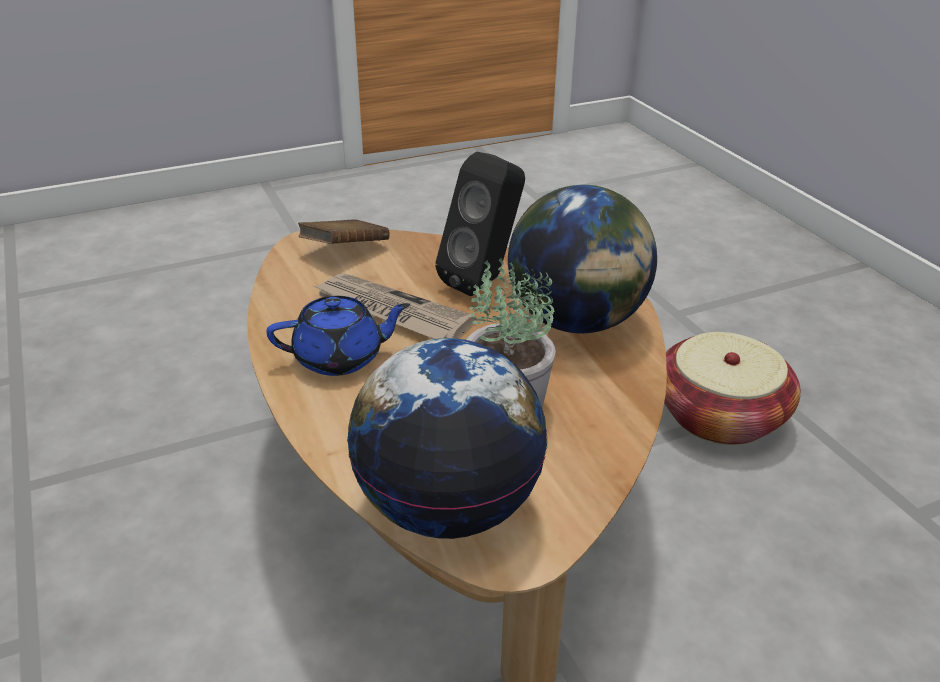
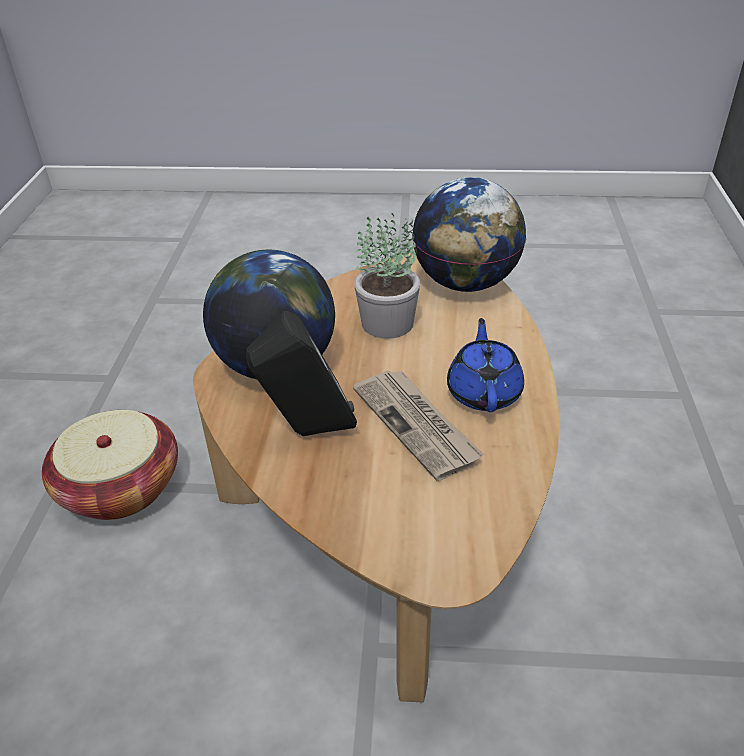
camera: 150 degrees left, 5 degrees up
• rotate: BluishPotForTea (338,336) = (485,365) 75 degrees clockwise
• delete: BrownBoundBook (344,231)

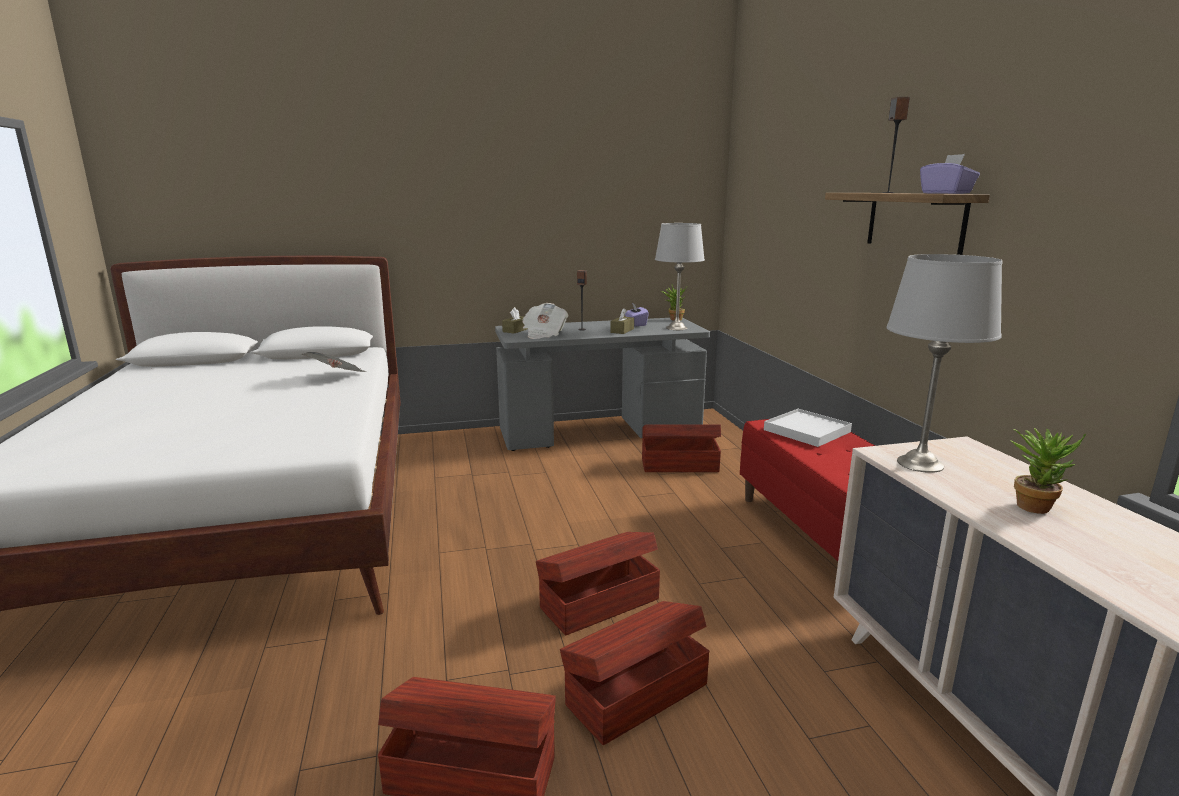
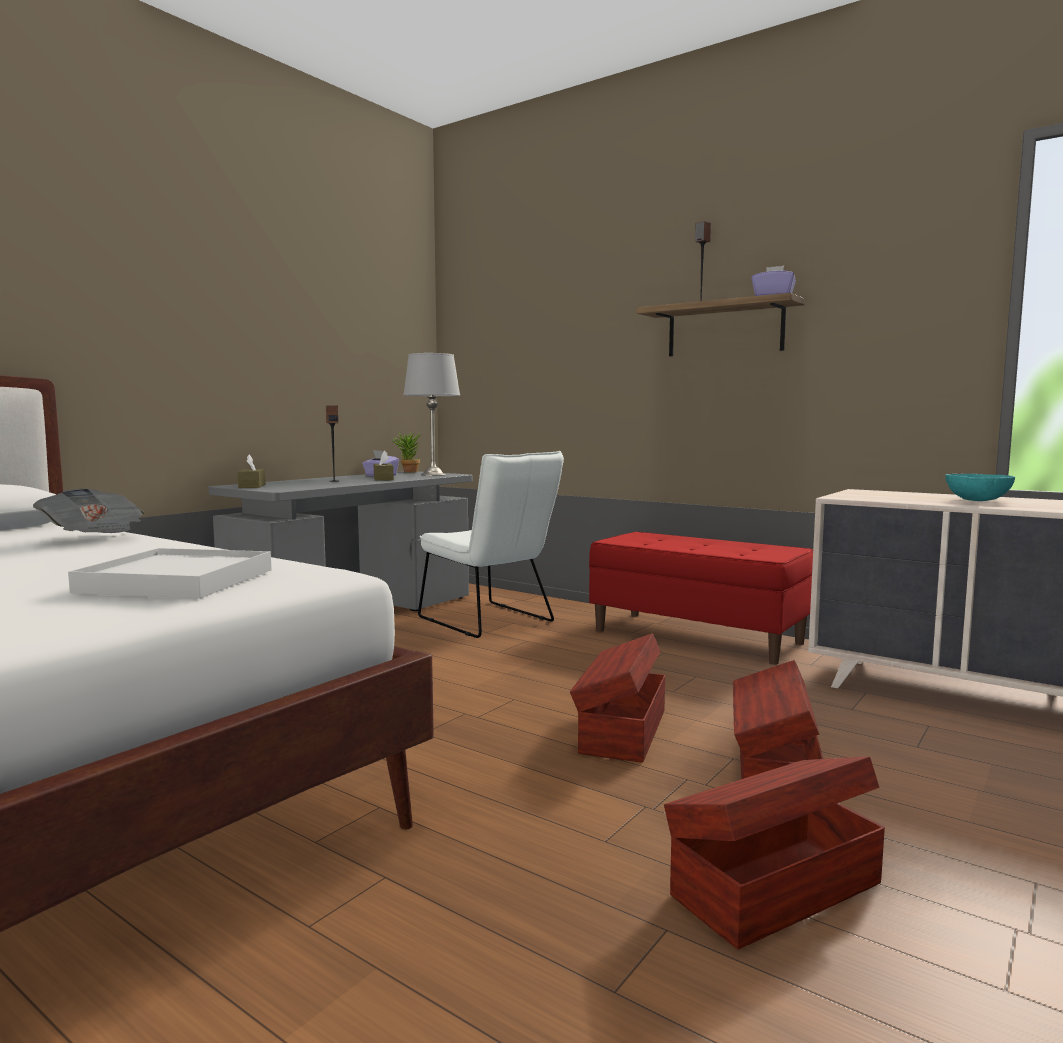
camera: 40 degrees left, 10 degrees down
• delete: PrintedPaper (545,321)
• replace: BrownStorageBox (681,448) to WhiteColouredPlainChair (491,544)
• move: WhiteColouredTray (808,428) to (170,573)
• delete: GreyTabletopLamp (944,363)
• replace: PlantInAPot (1048,471) to BlueGreenServingBowl (980,487)

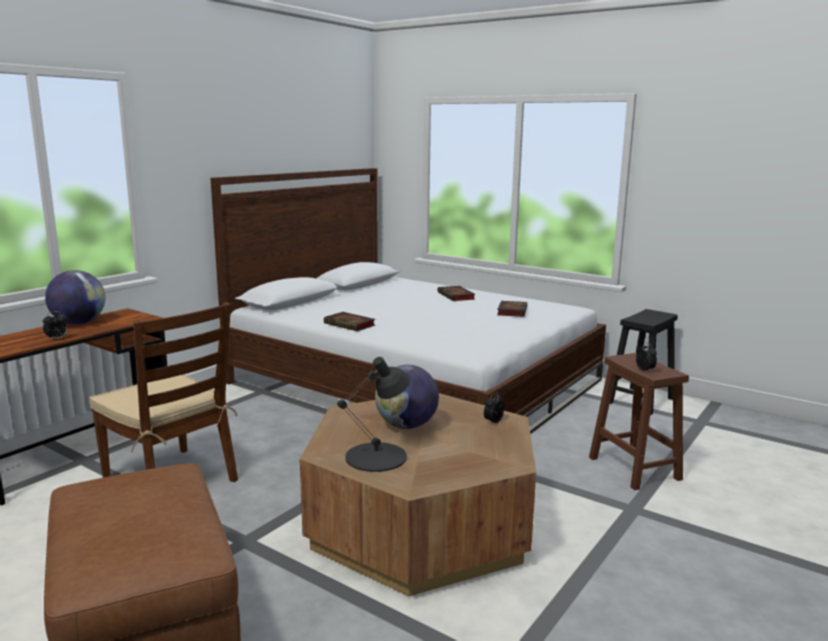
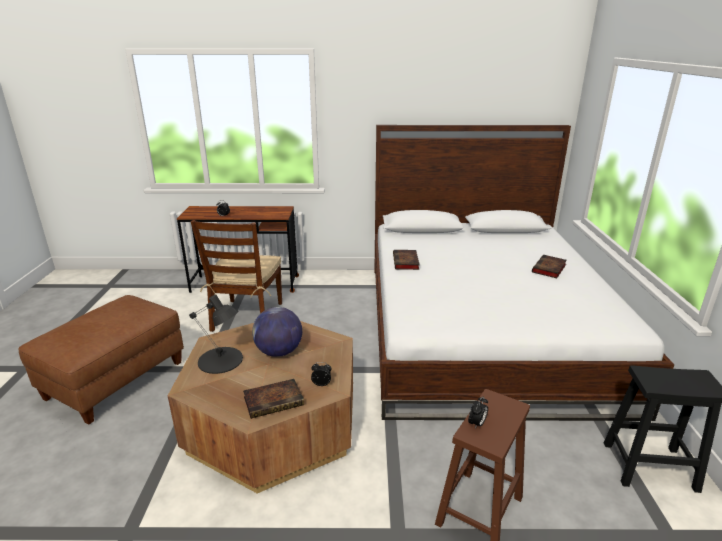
camera: 55 degrees right, 10 degrees up
• delete: WorldGlobe (75,297)
• move: BoundBook (512,309) to (273,399)

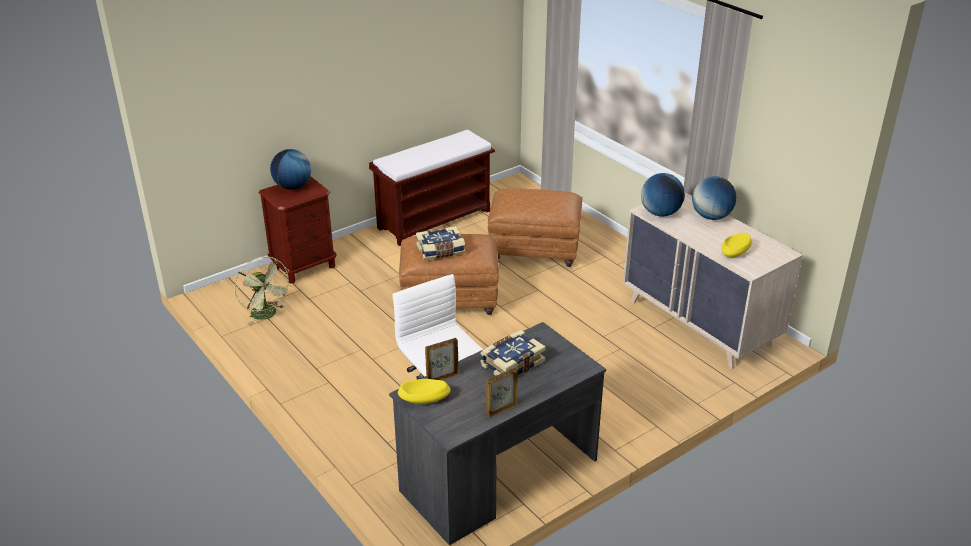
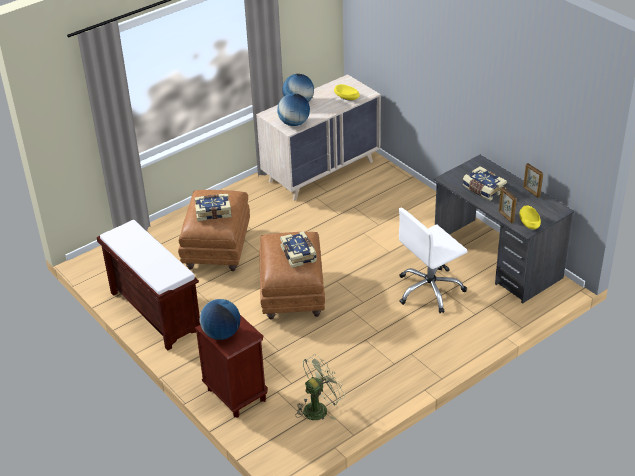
camera: 90 degrees left, 5 degrees up
• insert: BoundBook (213,207)

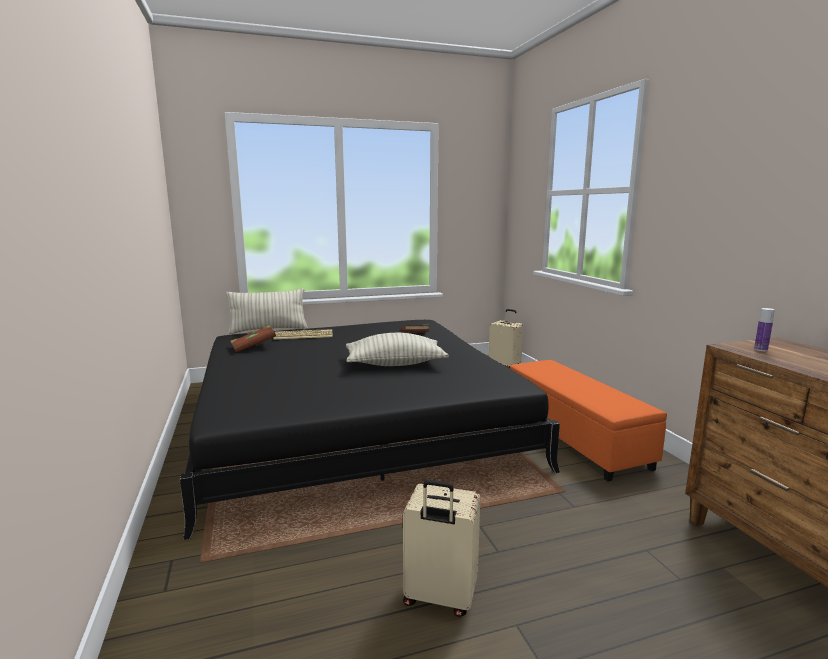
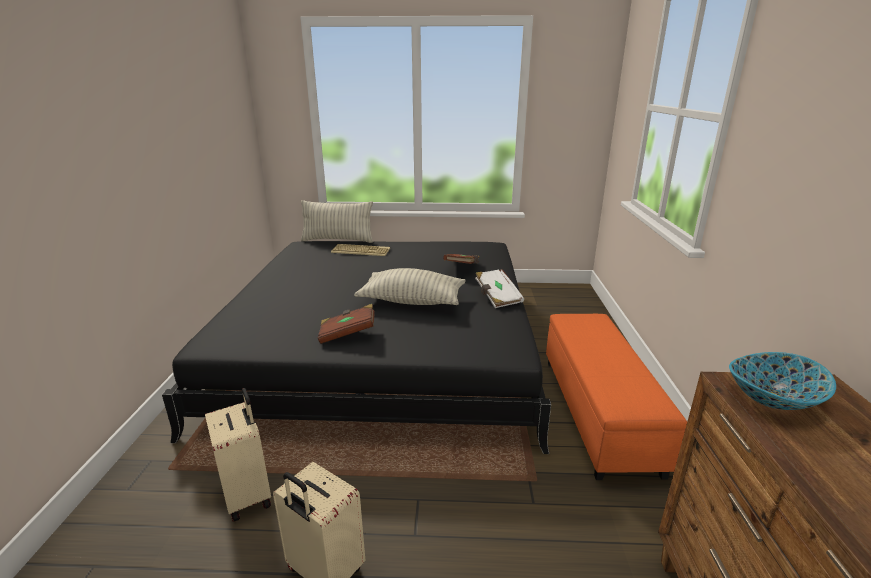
camera: 20 degrees right, 10 degrees up
• move: BrownBoundBook (253,339) to (346,324)
• move: BeigePieceOfLuggage (505,338) to (238,455)
• replace: BeverageBottle (764,329) to ServingBowl (782,381)
• insert: WhiteColouredBoundBook (499,288)

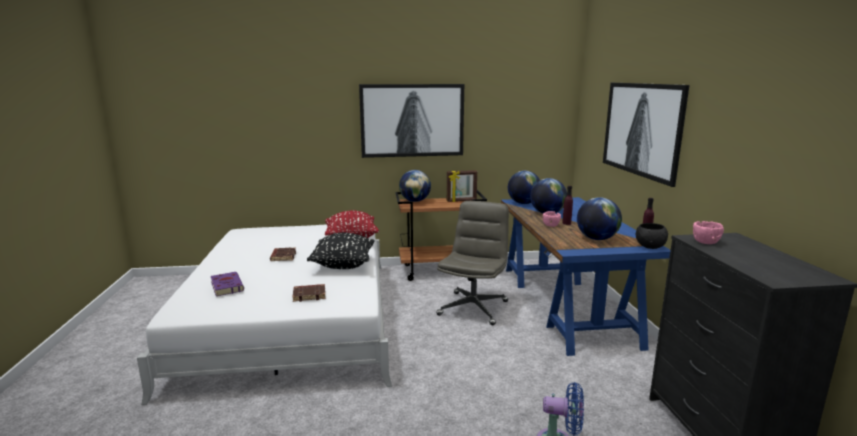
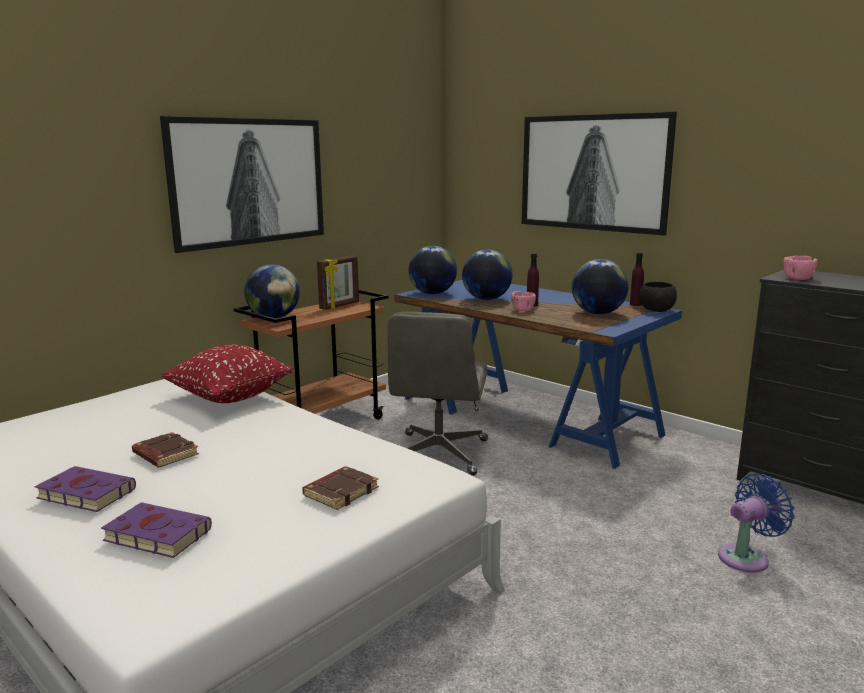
camera: 40 degrees left, 0 degrees up
• delete: BlackishThrowPillow (340,251)
• rotate: GreyOfficeChair (472,263) = (438,394) 150 degrees counterclockwise
• insert: PurpleBoundBook (85,489)

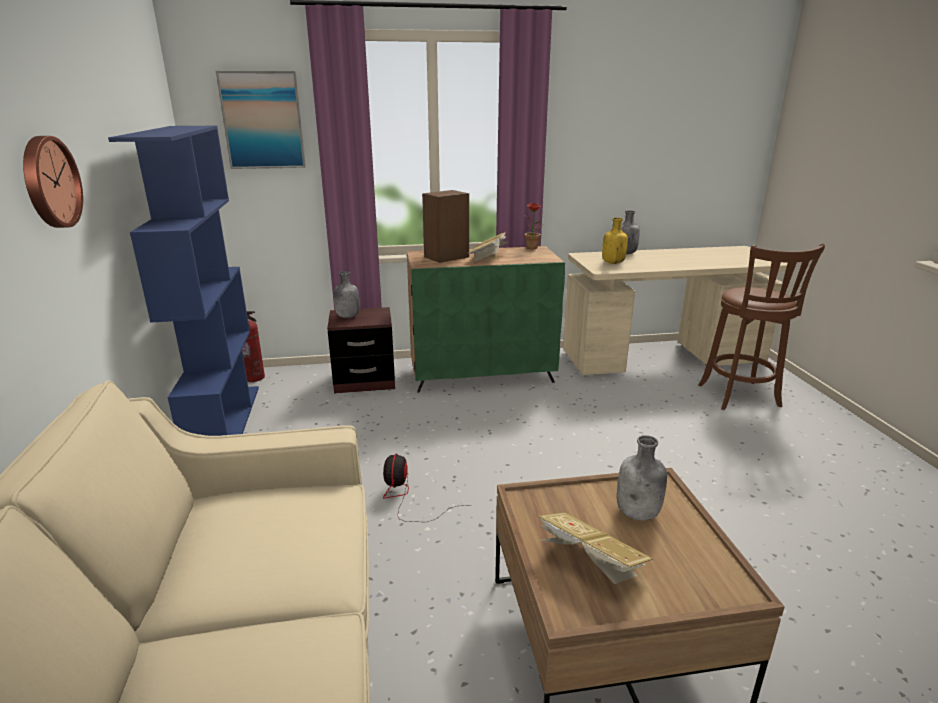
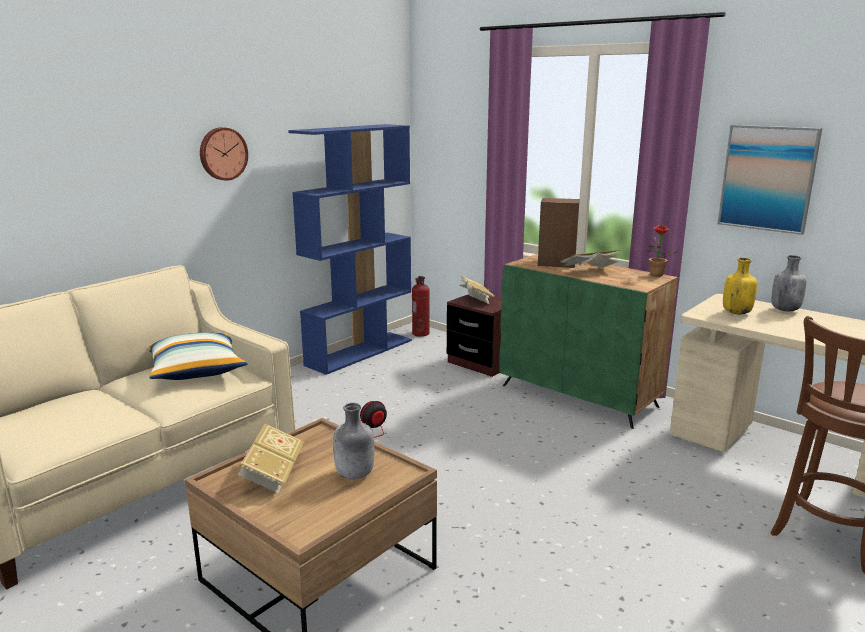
camera: 50 degrees right, 5 degrees down
• move: WallPicture (261,120) to (769,180)
• replace: GreyBeverageBottle (346,294) to BoundBook (477,290)
• insert: ThrowPillow (198,356)

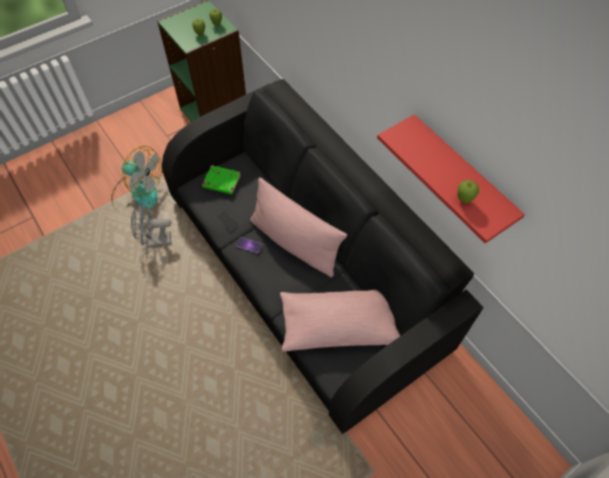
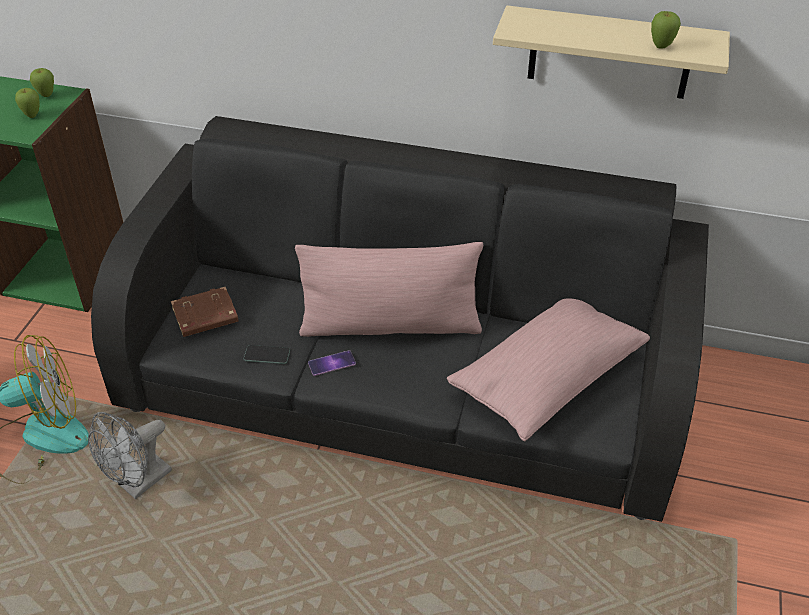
camera: 40 degrees left, 15 degrees down
• recolor: GreenColouredBoundBook (221,180) to BrownBoundBook (205,312)
• recolor: RedColouredShelf (451,178) to BeigeShelf (611,52)

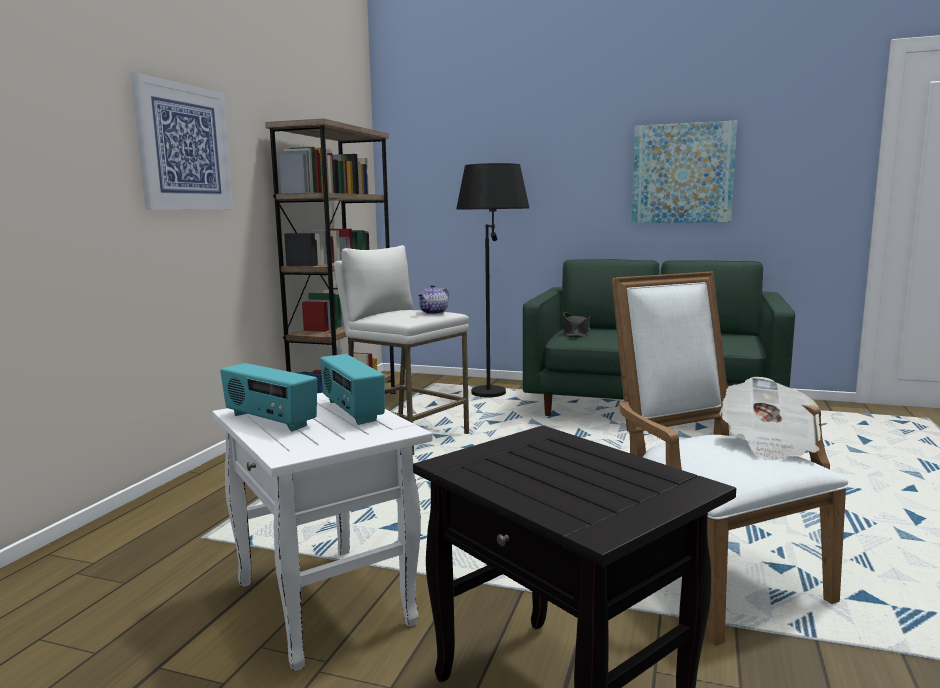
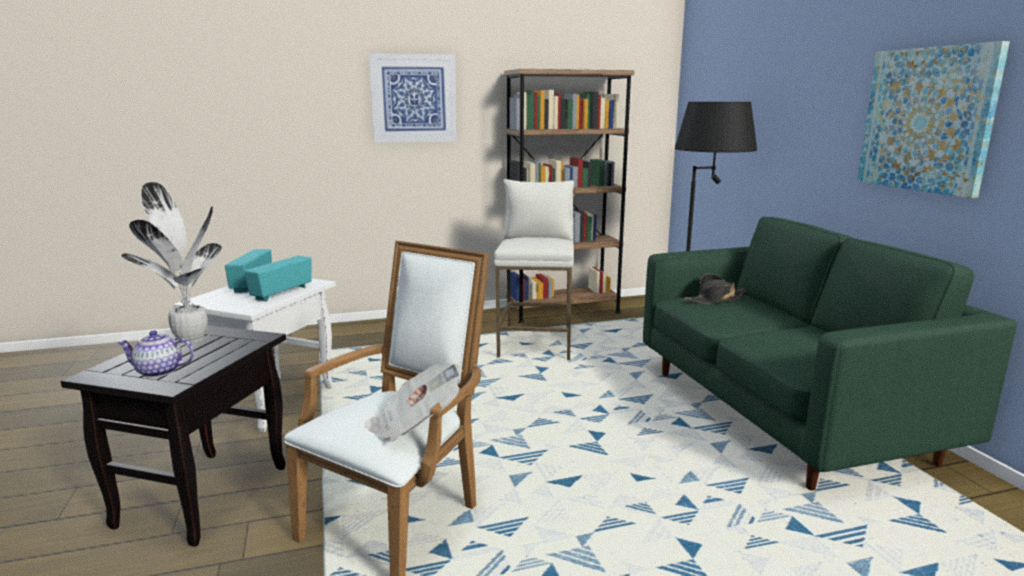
camera: 55 degrees right, 5 degrees up
• move: PotForTea (433,299) to (155,354)
• insert: PlantInAPot (171,262)

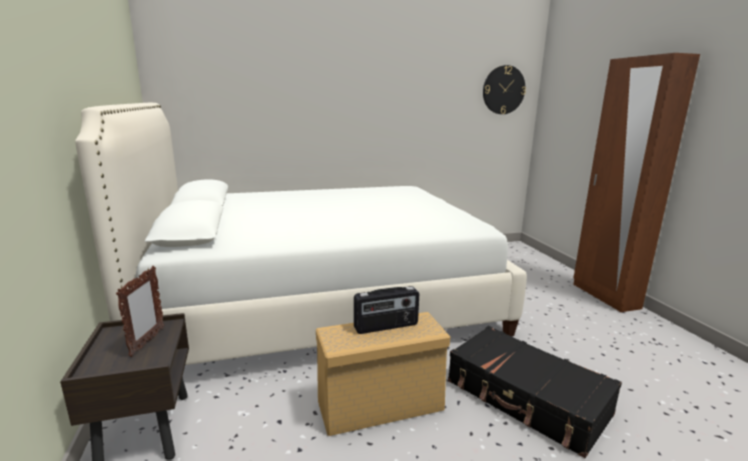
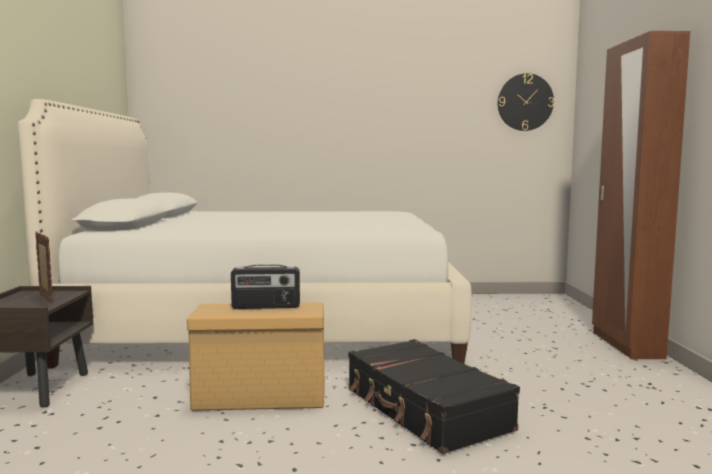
camera: 15 degrees right, 10 degrees down
• rotate: PhotoFrame (140,311) = (44,267) 60 degrees counterclockwise

